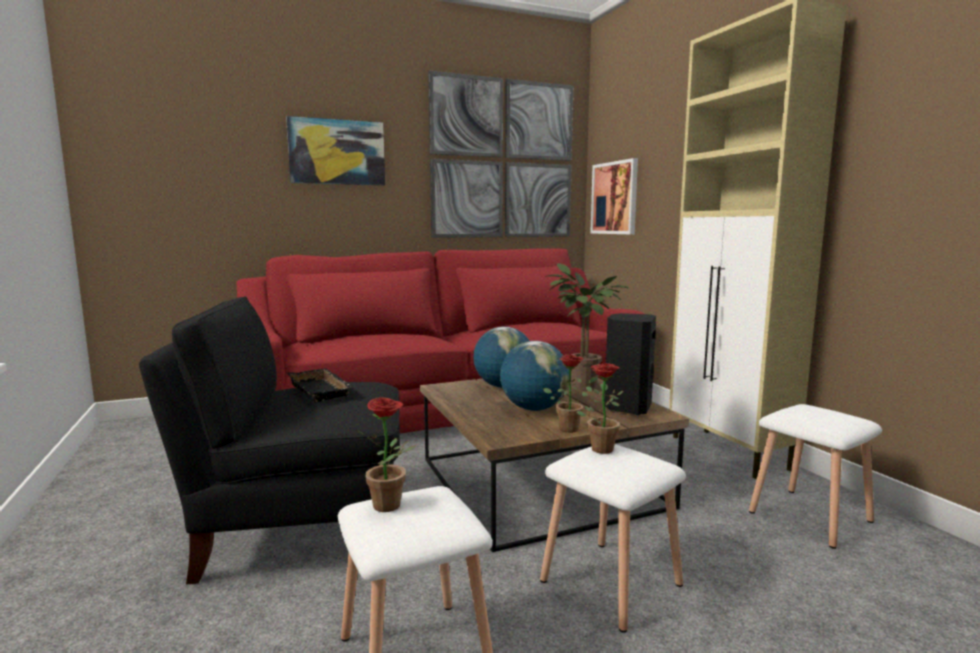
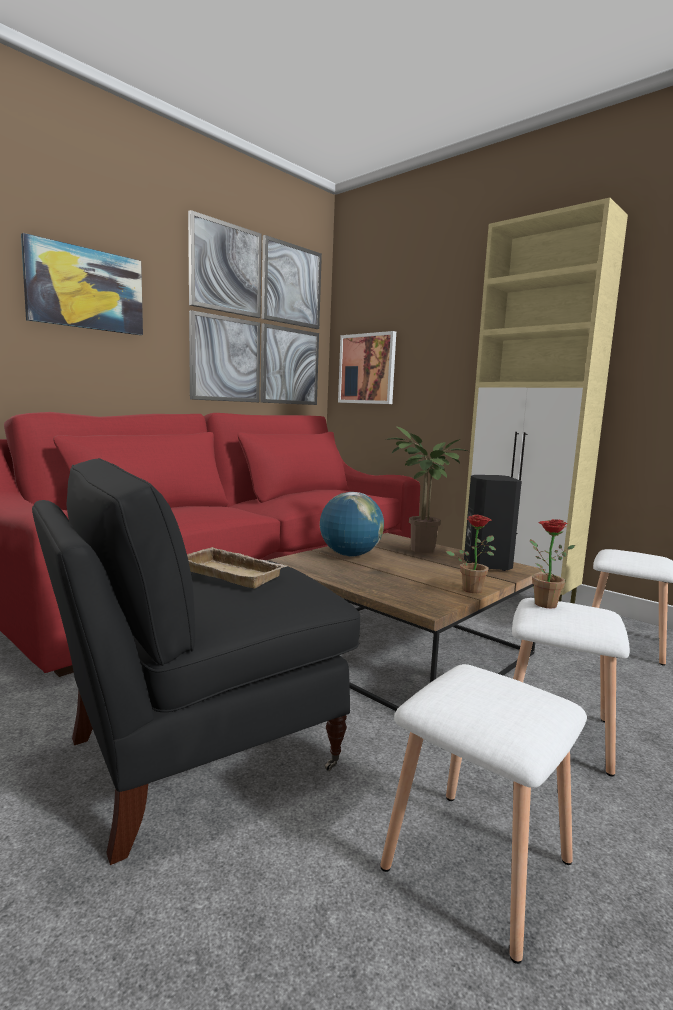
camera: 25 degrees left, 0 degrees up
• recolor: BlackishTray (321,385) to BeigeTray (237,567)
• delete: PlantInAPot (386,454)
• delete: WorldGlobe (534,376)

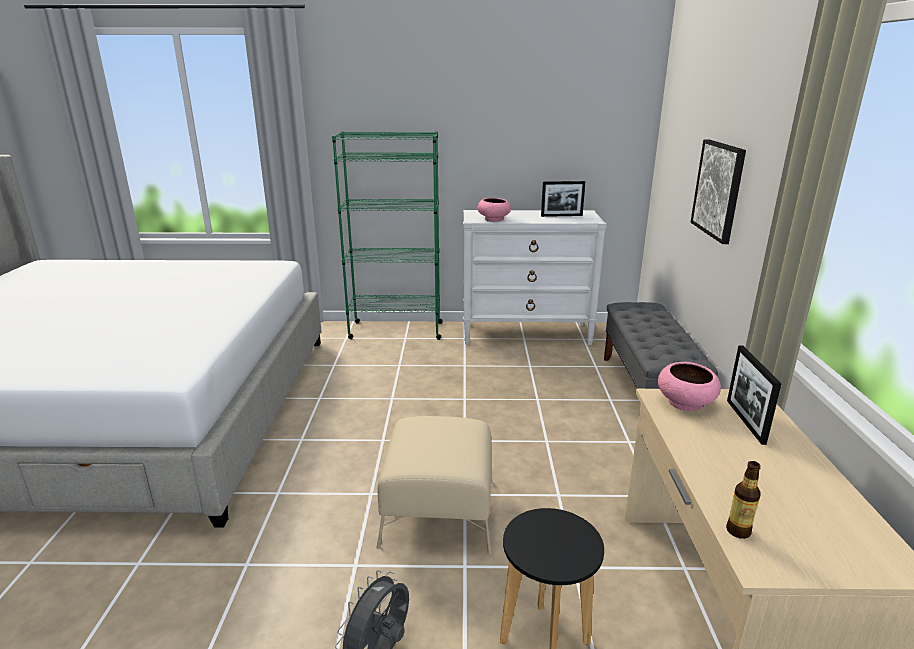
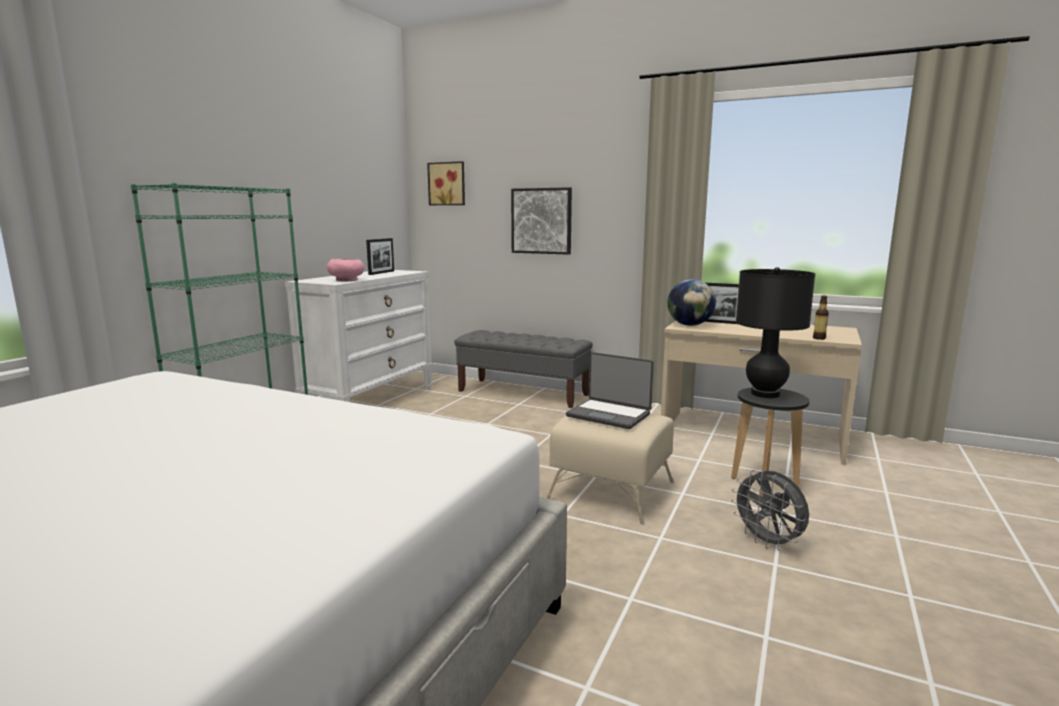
camera: 65 degrees left, 10 degrees down
• replace: PinkColouredServingBowl (689,386) to WorldGlobe (691,302)
• insert: WallPicture (446,183)
• insert: NotebookComputer (610,390)
• insert: BlackishTabletopLamp (775,332)

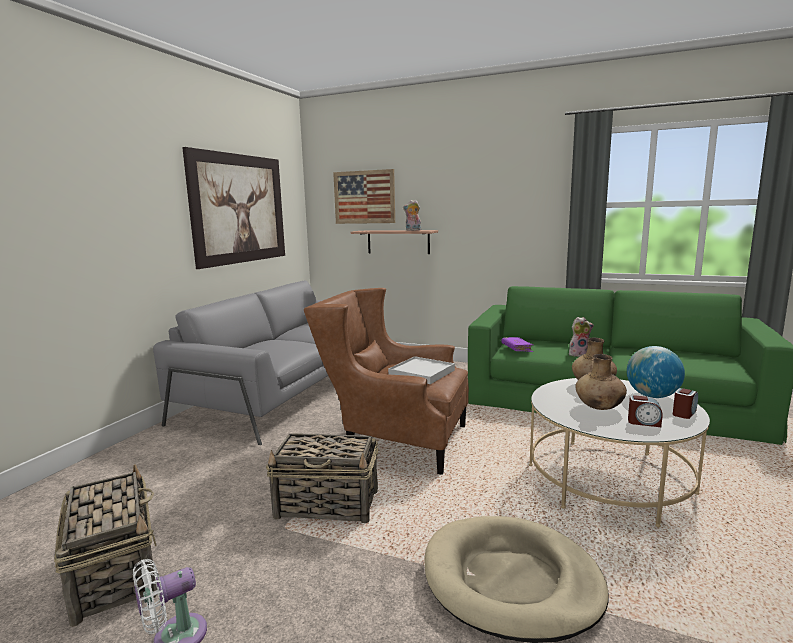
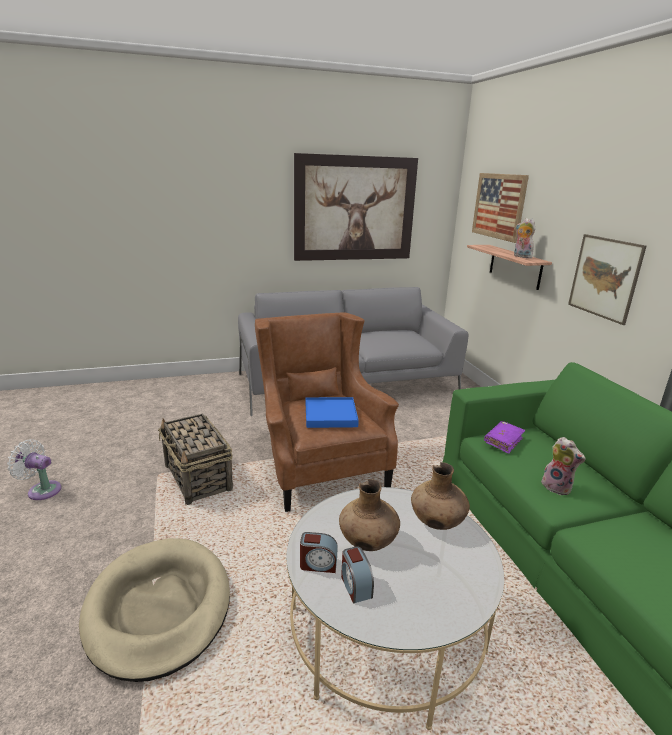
camera: 50 degrees right, 10 degrees up
• delete: Basket (105,545)
• recolor: WhiteColouredTray (421,370) to BluishTray (332,412)
• delete: WorldGlobe (656,372)
• move: AlarmClock (685,403) to (319,552)
• insert: WallPicture (607,279)

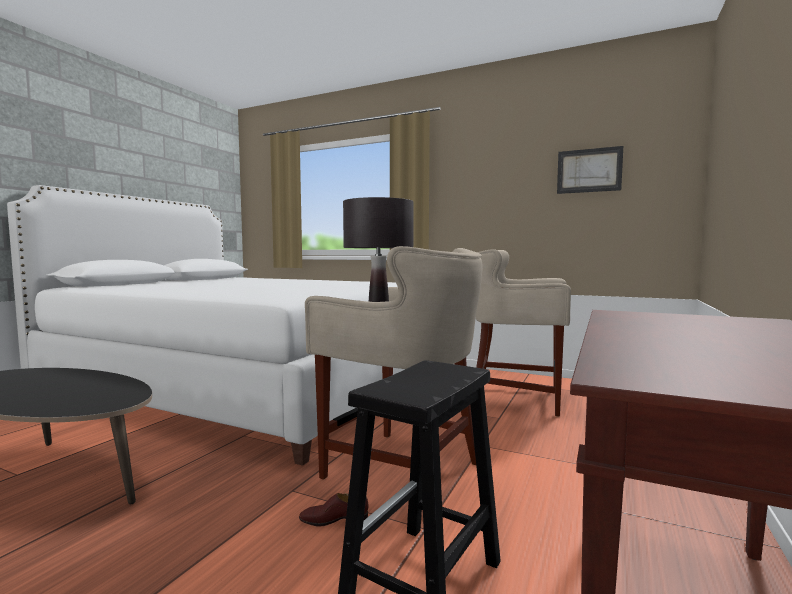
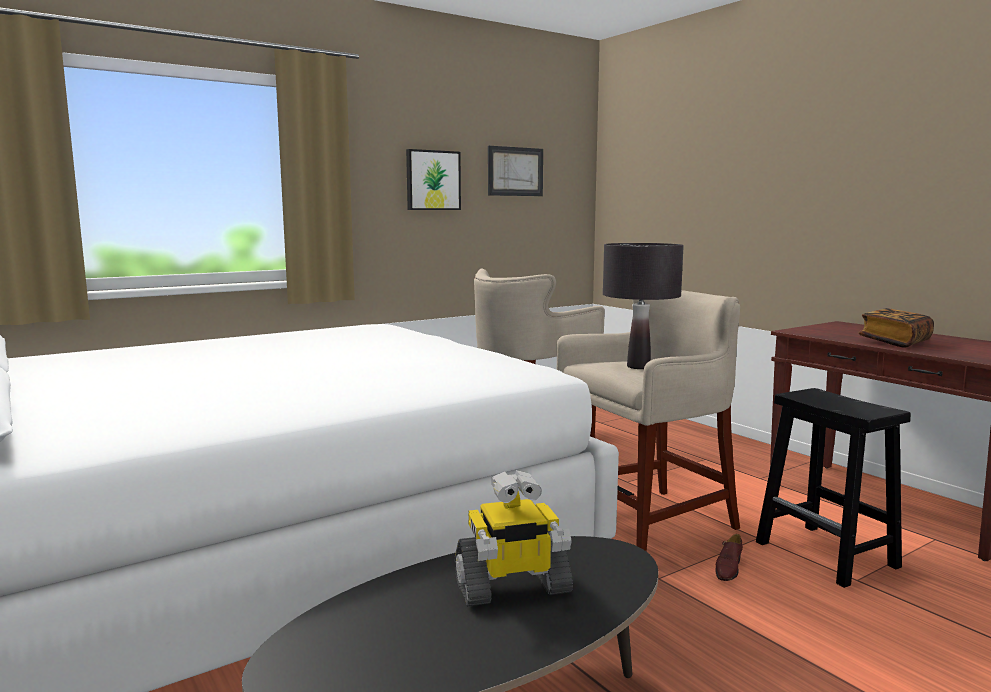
camera: 60 degrees left, 5 degrees up
• insert: WallPicture (433,179)
• insert: ToyRobot (514,538)
• insert: BoundBook (896,328)

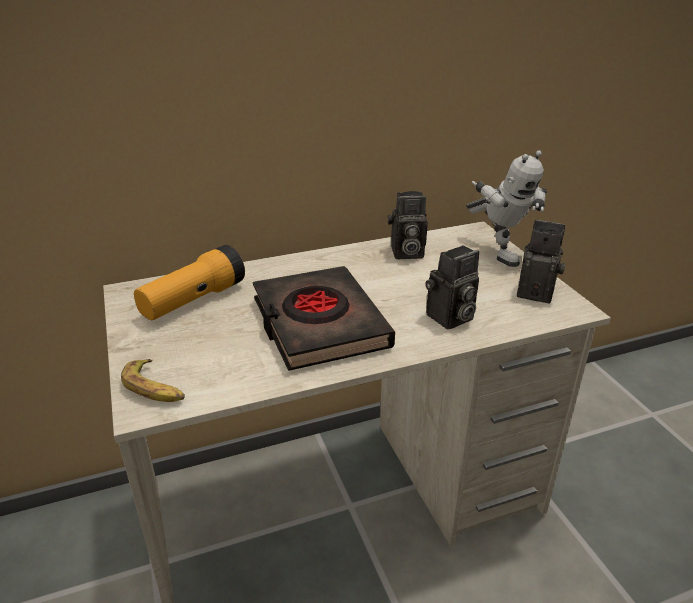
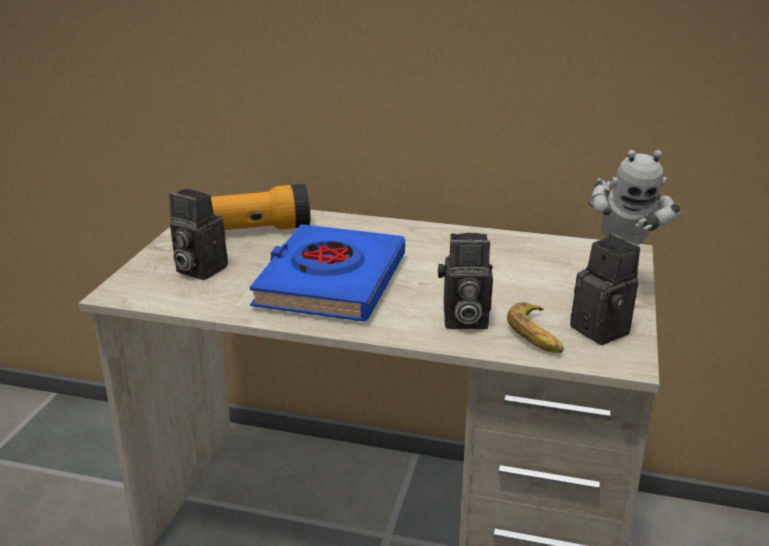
camera: 35 degrees right, 5 degrees down
• move: WholeBanana (153,380) to (535,327)
• recolor: BlackishBoundBook (324,318) to BluishBoundBook (327,273)
• move: StillCamera (408,225) to (198,234)

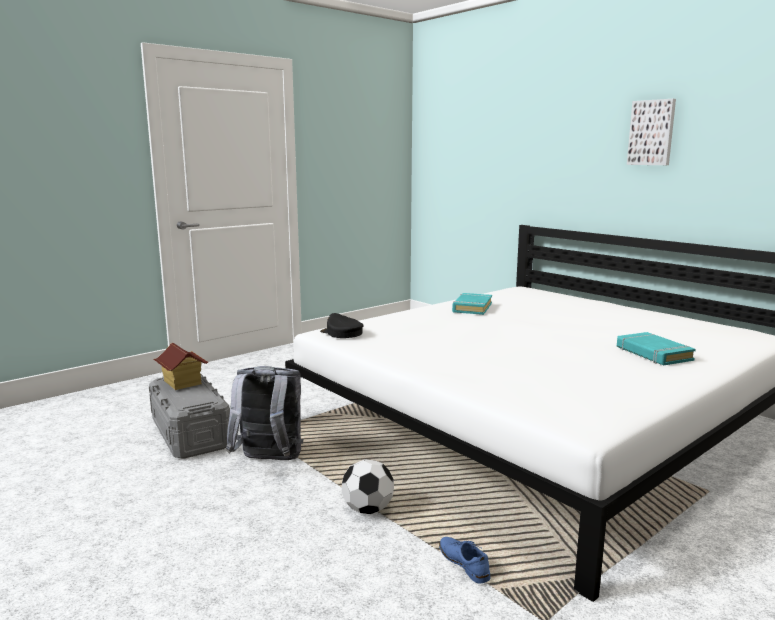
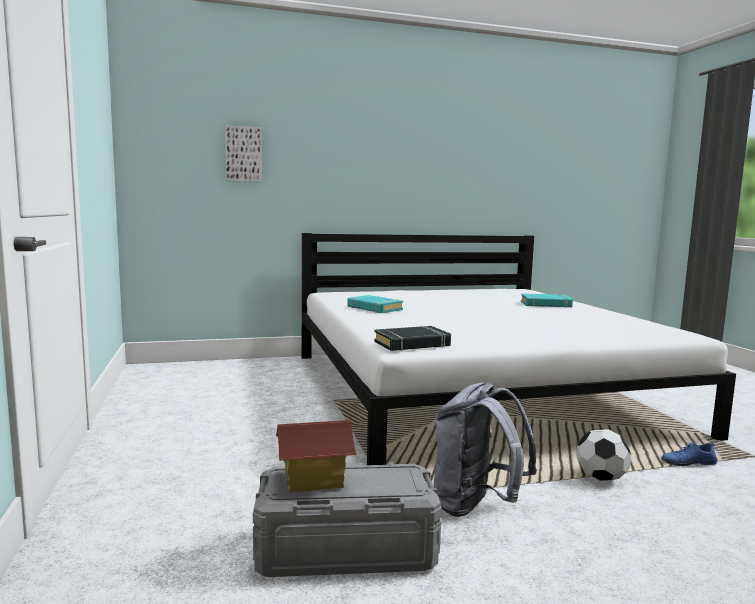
camera: 65 degrees left, 5 degrees down
• replace: BlackishCap (342,325) to BlackishBoundBook (412,338)
• move: WallPicture (651,132) to (243,153)

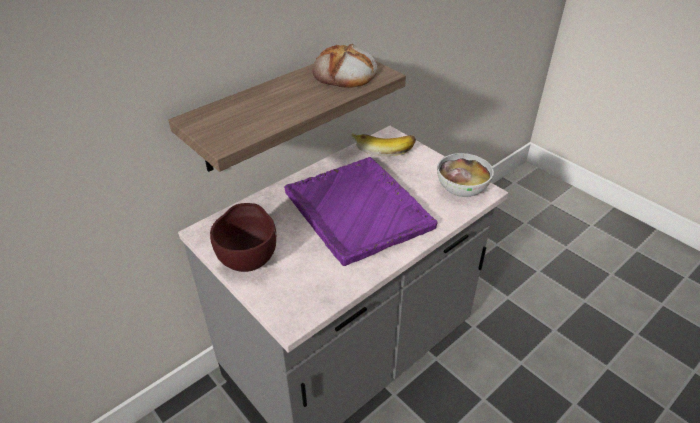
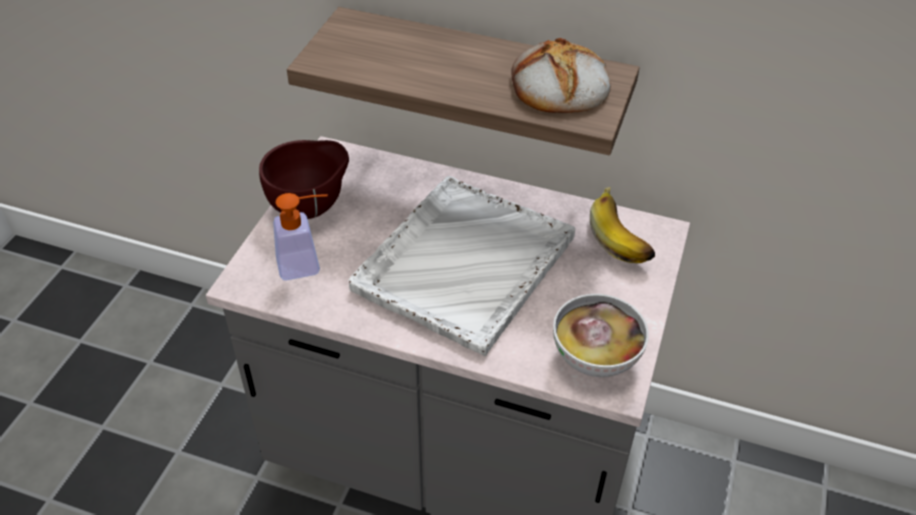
camera: 60 degrees right, 5 degrees up
• recolor: PurpleTray (361,211) to WhiteColouredTray (462,266)
• insert: LiquidSoapBottle (300,236)

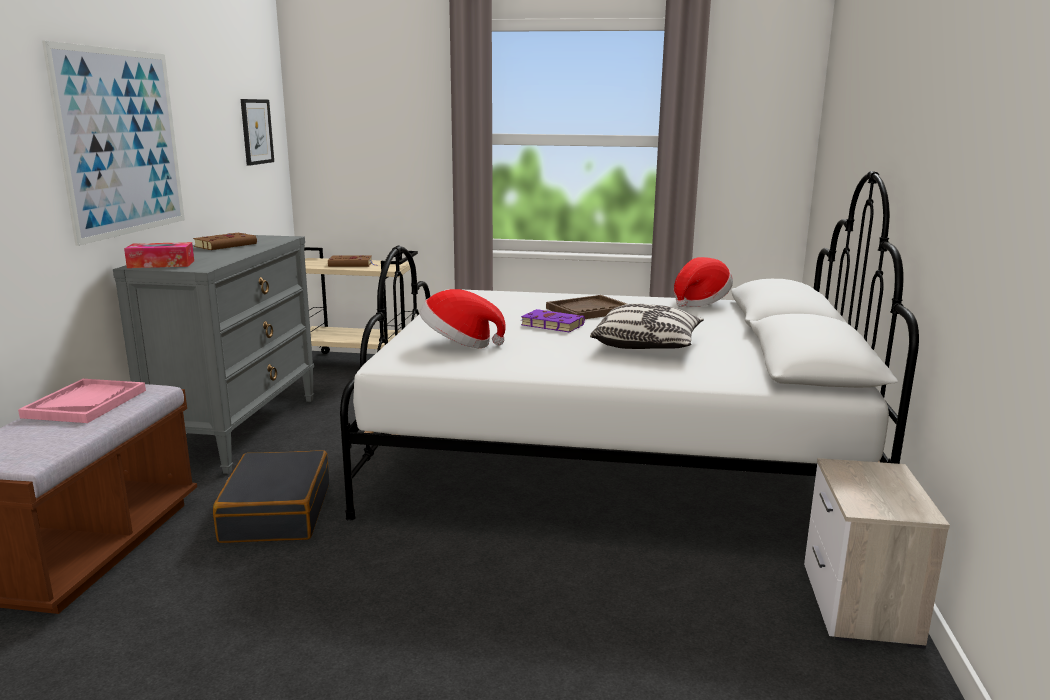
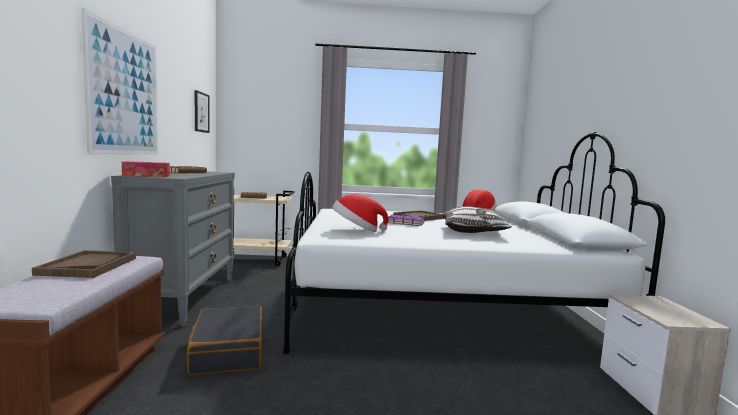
camera: 10 degrees left, 10 degrees down
• recolor: PinkColouredTray (82,401) to BrownTray (84,264)

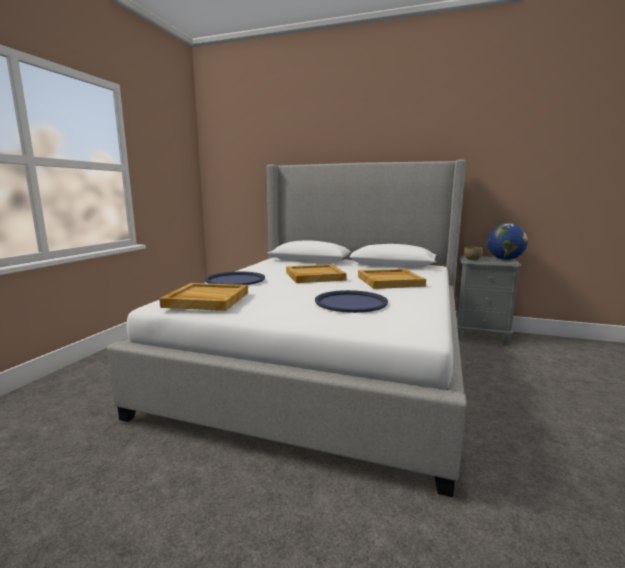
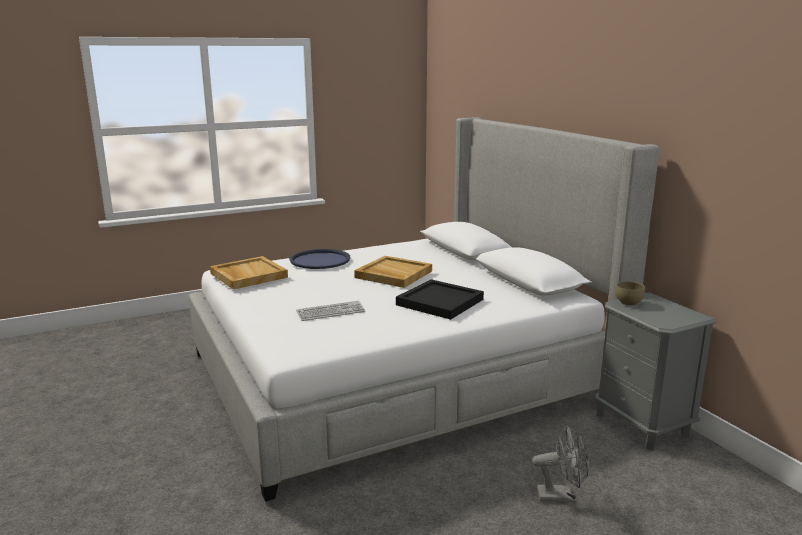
camera: 45 degrees right, 5 degrees up
• replace: BluishTray (351,301) to Keyboard (331,311)
• recolor: BeigeTray (392,279) to BlackishTray (440,299)
• delete: WorldGlobe (507,241)
• insert: GreyFan (561,464)

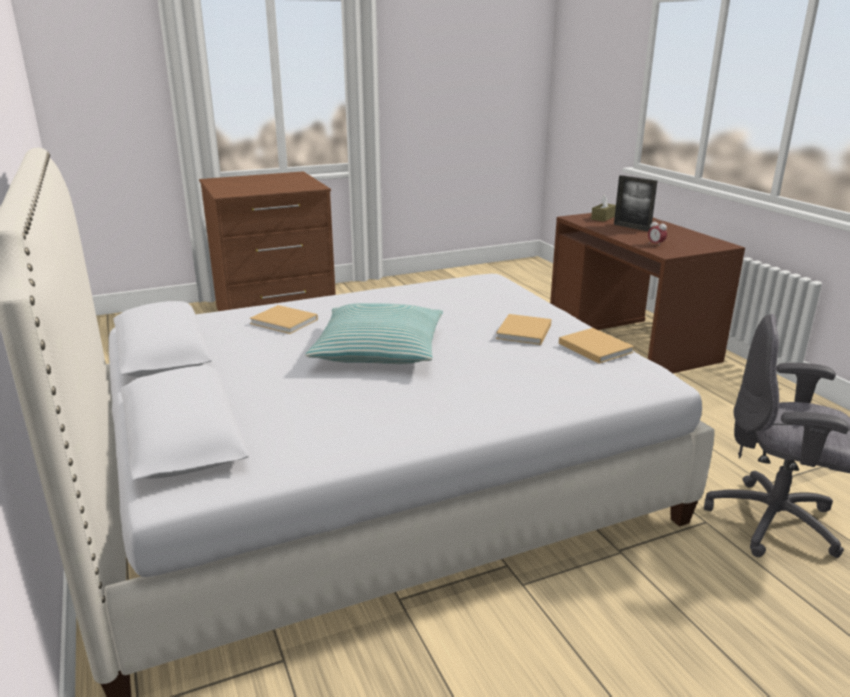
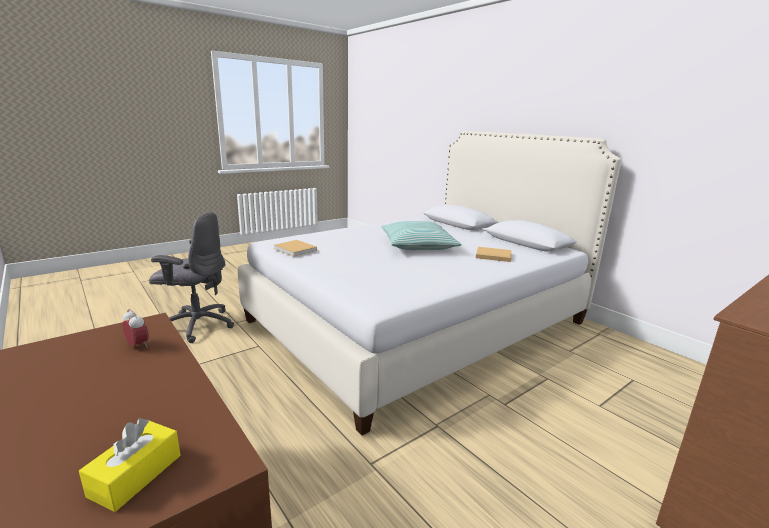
camera: 165 degrees right, 5 degrees down
• delete: BeigeBoundBook (523,329)
• recolor: BrownTissueHolder (603,208) to YellowTissueHolder (129,465)
• delete: PhotoFrame (635,203)

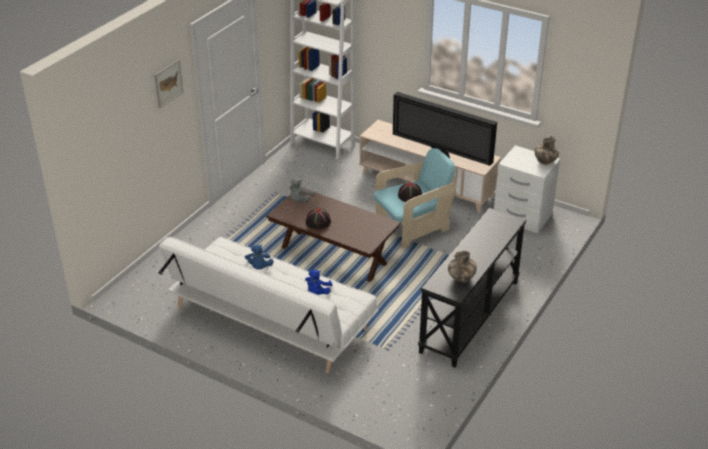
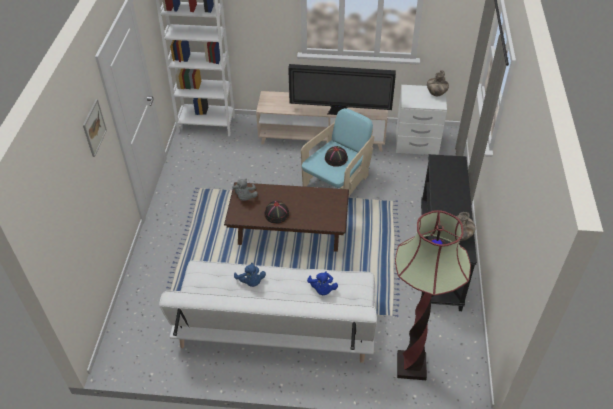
camera: 25 degrees left, 10 degrees up
• insert: StandardLamp (433,295)

